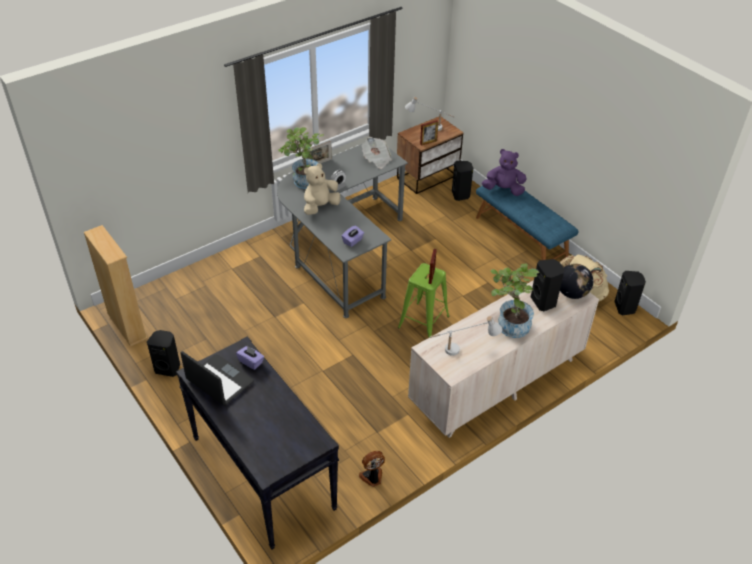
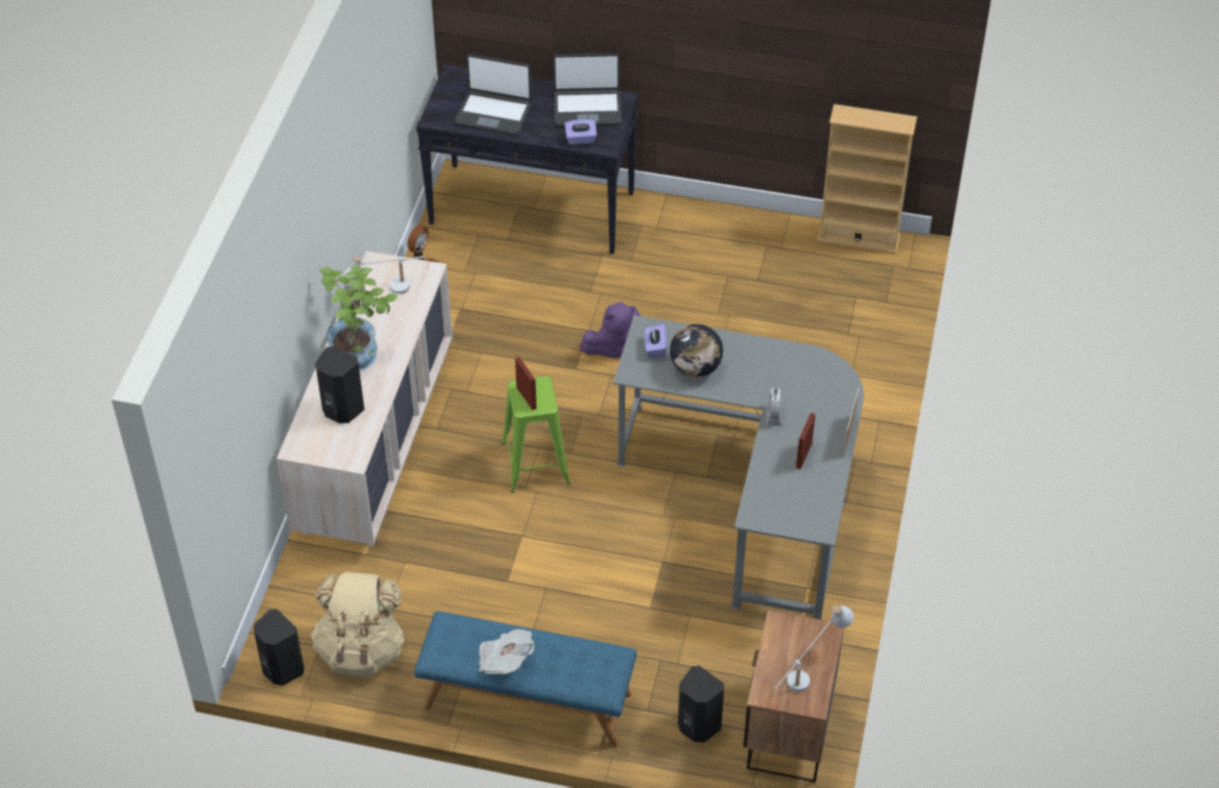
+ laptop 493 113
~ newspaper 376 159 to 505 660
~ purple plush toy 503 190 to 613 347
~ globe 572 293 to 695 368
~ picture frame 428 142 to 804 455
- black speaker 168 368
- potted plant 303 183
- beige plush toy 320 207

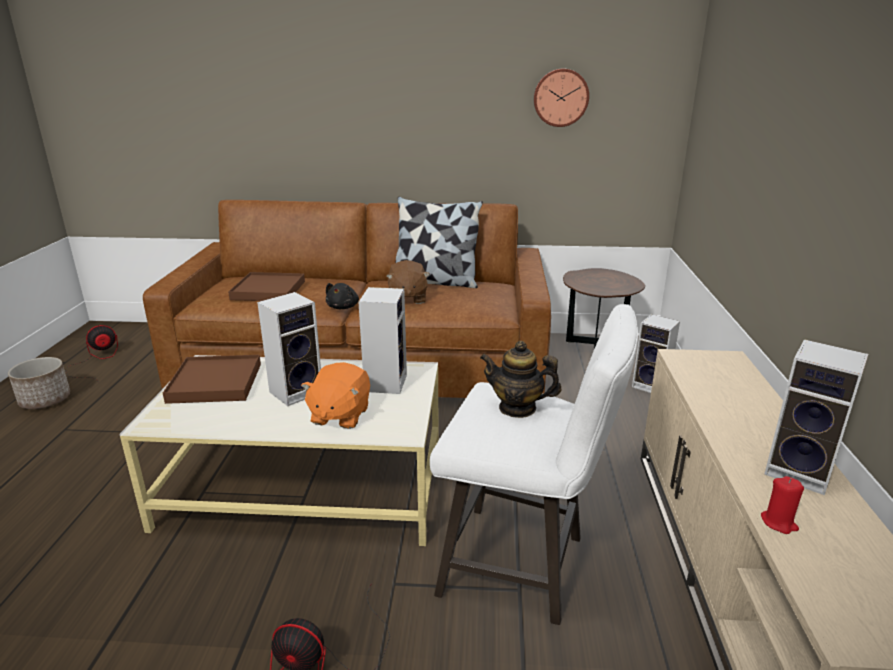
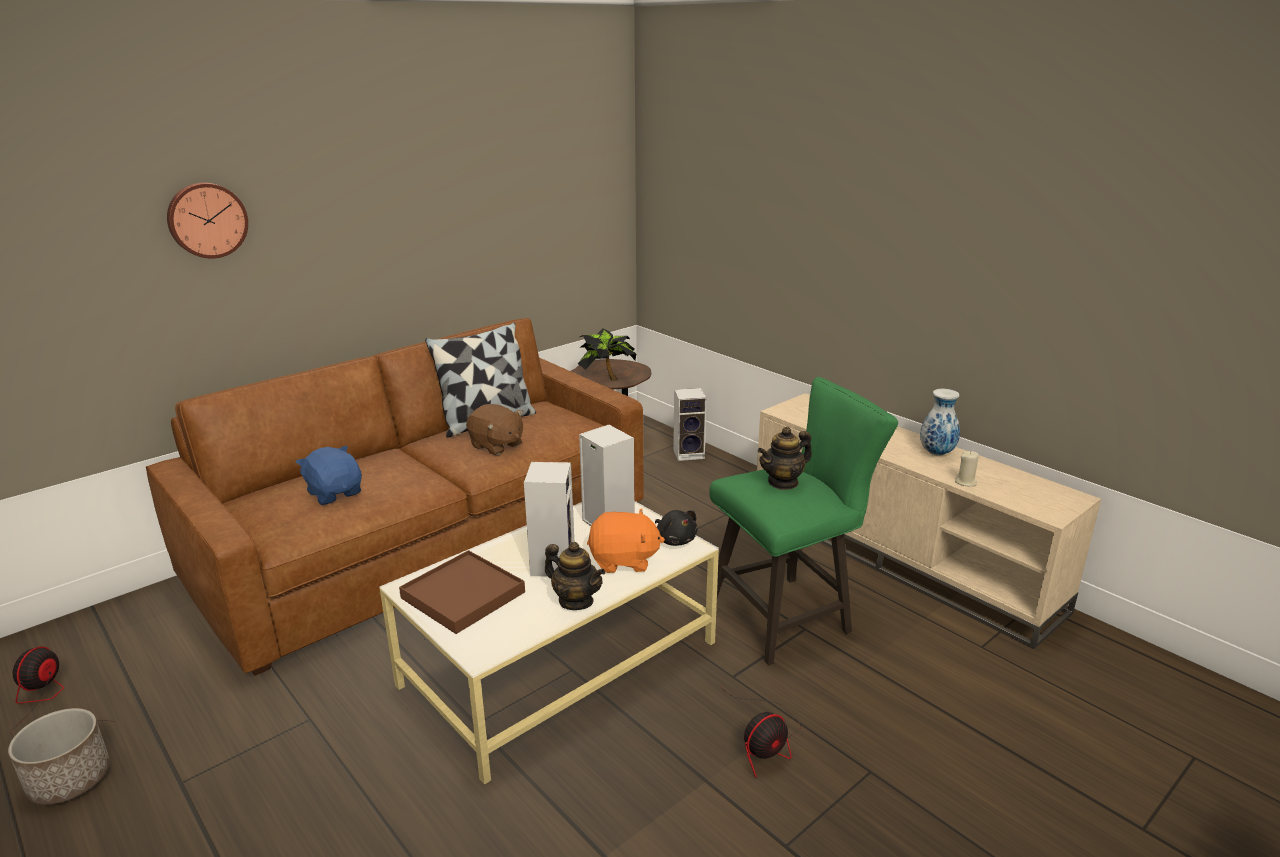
~ wall clock 560 97 to 207 220
~ brown tray 268 290 to blue plush toy 335 493
+ teapot 576 601
+ potted plant 607 378
~ orange plush toy 339 415 = 624 561 60 degrees counterclockwise
~ black plush toy 343 307 to 675 540
~ white stool 524 566 to green stool 788 614
~ speaker 801 472 to vase 936 452
~ red candle 779 523 to beige candle 965 482

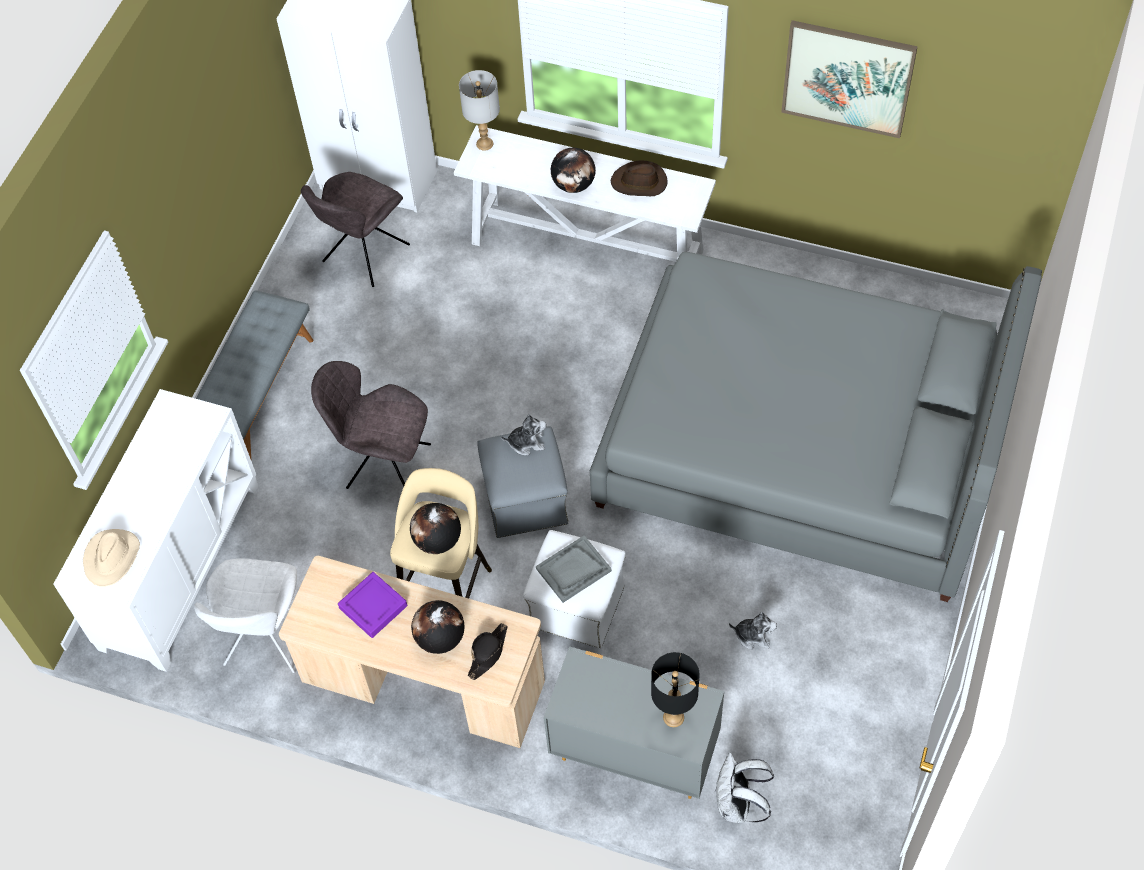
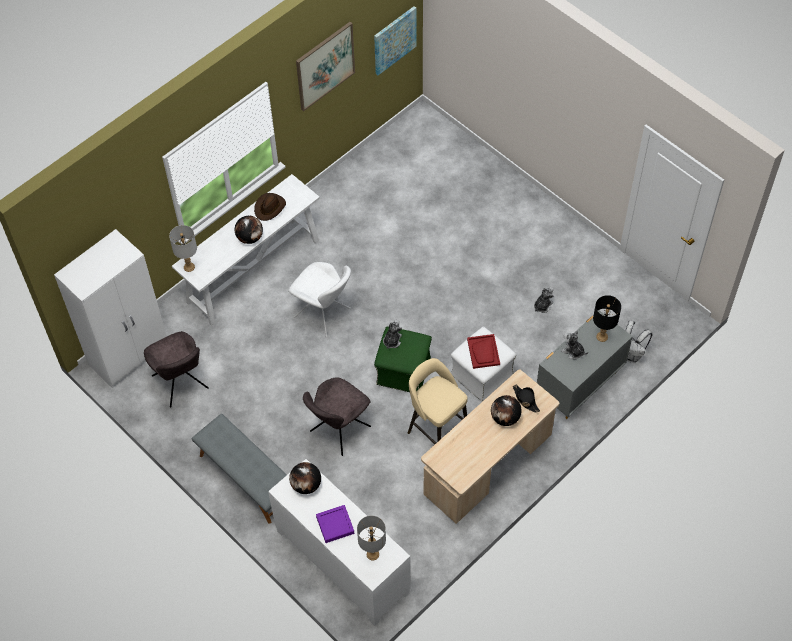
~ white chair 265 640 to 323 314
~ globe 437 541 to 306 485
~ purple tray 373 607 to 335 525
~ beige hat 112 558 to grey table lamp 372 554
+ picture 394 40
~ grey ottoman 525 499 to green ottoman 402 371
~ grey tray 573 570 to red tray 483 352
+ plush toy 573 351
- grey bed 801 447

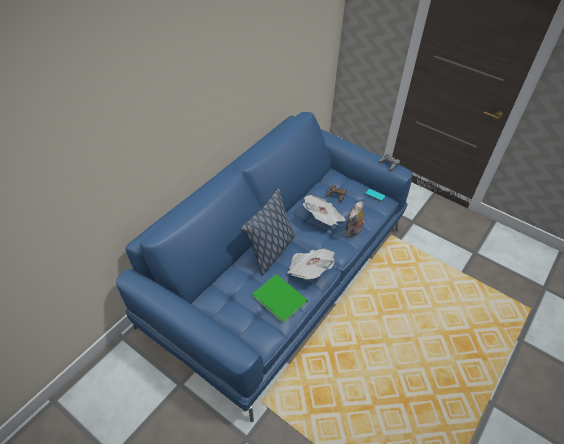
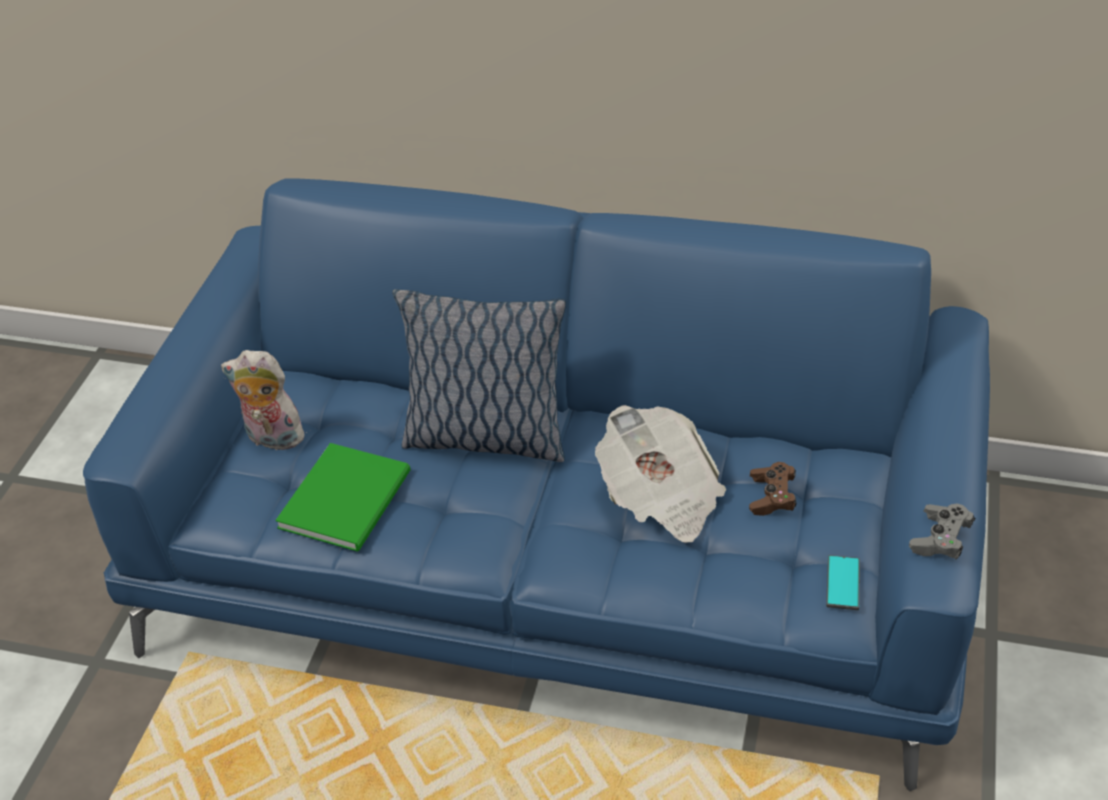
~ plush toy 353 233 to 271 439
- newspaper 309 270

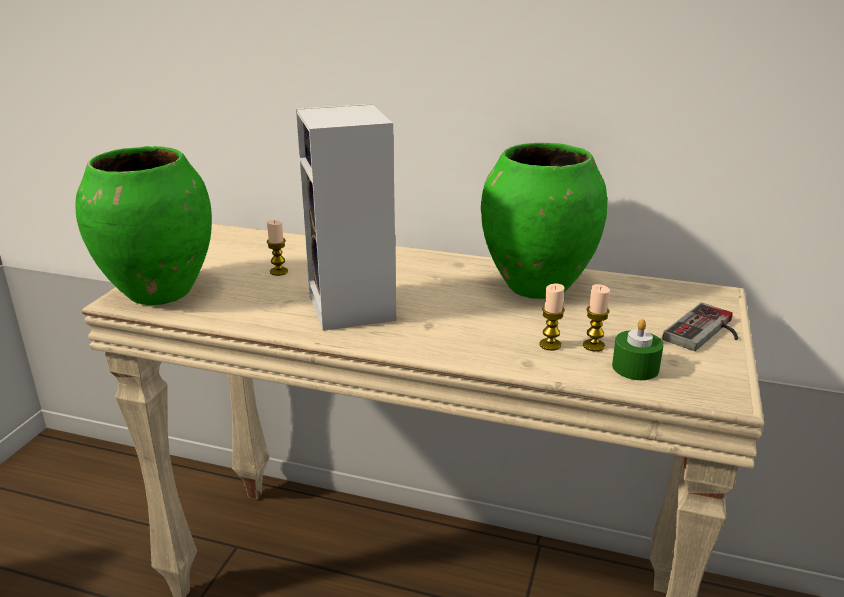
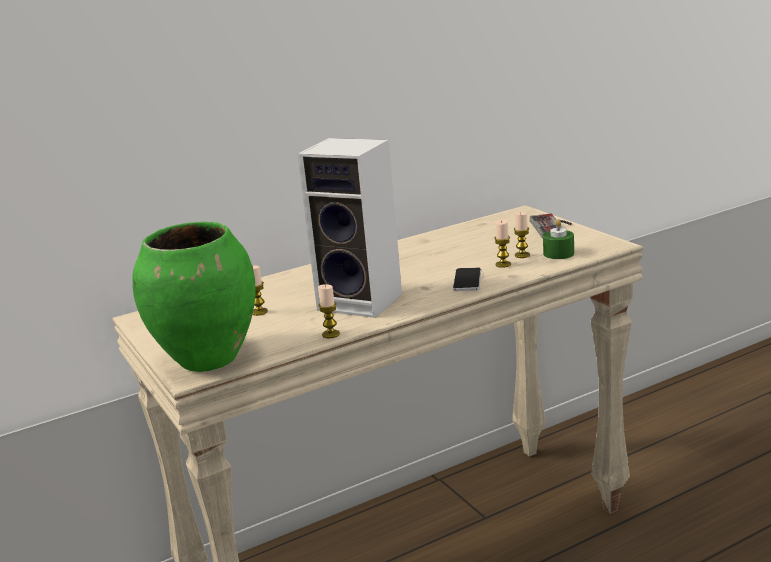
+ candle 331 334
+ phone 467 280
- green vase 536 287

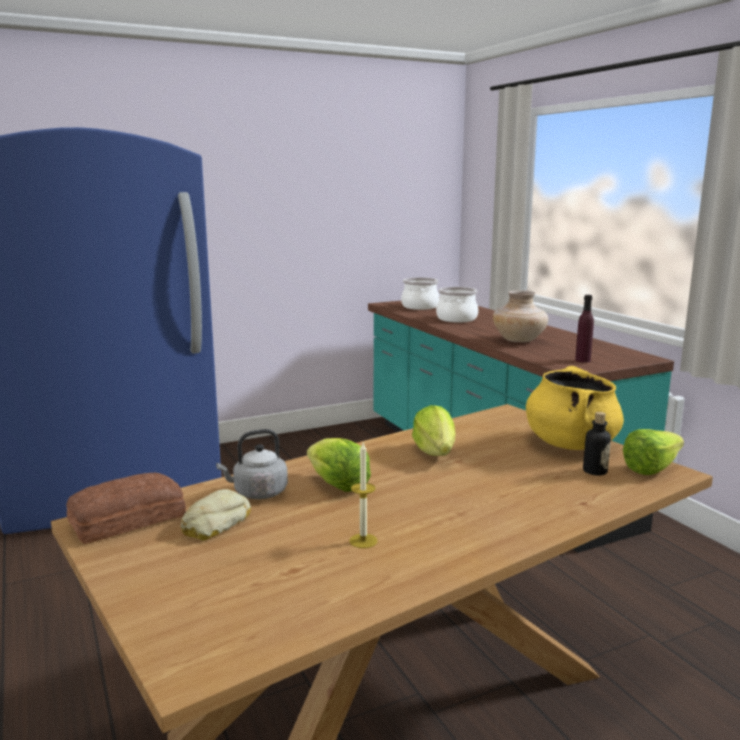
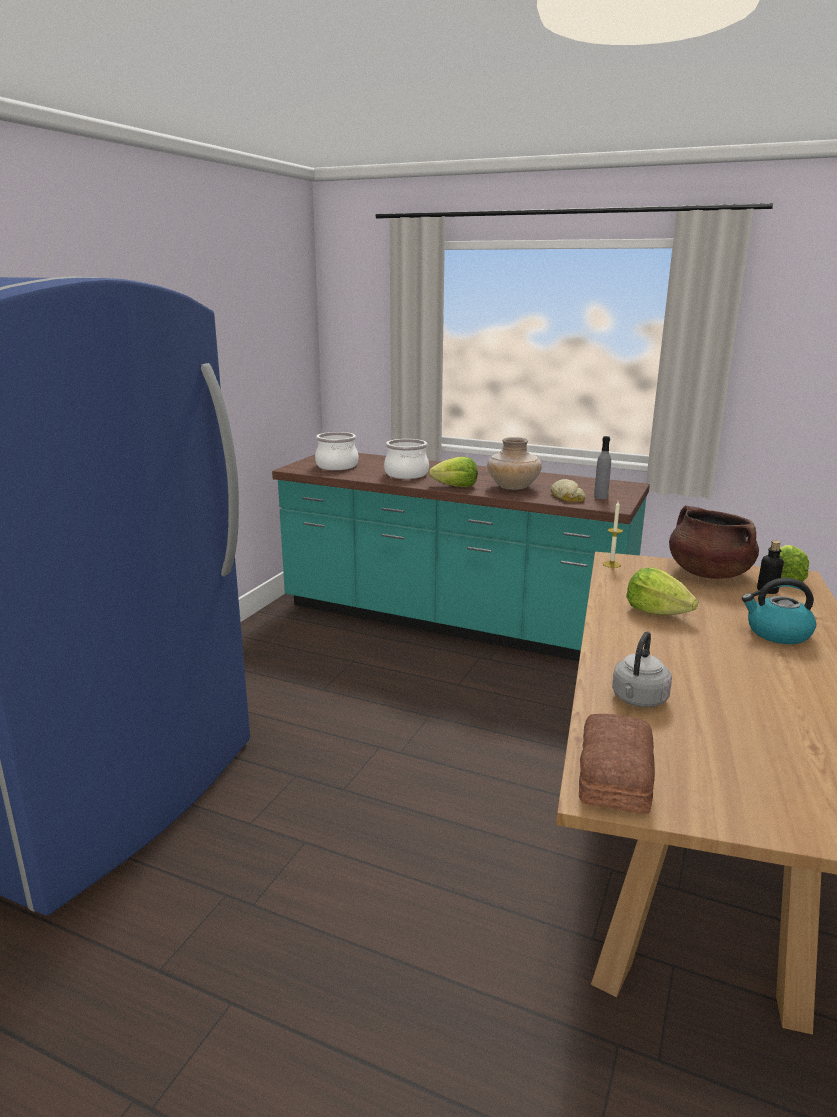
~ lettuce 337 485 to 456 486
~ bread 214 523 to 567 497
~ purple bottle 582 360 to grey bottle 600 497
~ candle 363 541 to 611 564
~ yellow cooking pot 570 443 to brown cooking pot 708 573
+ kettle 777 633

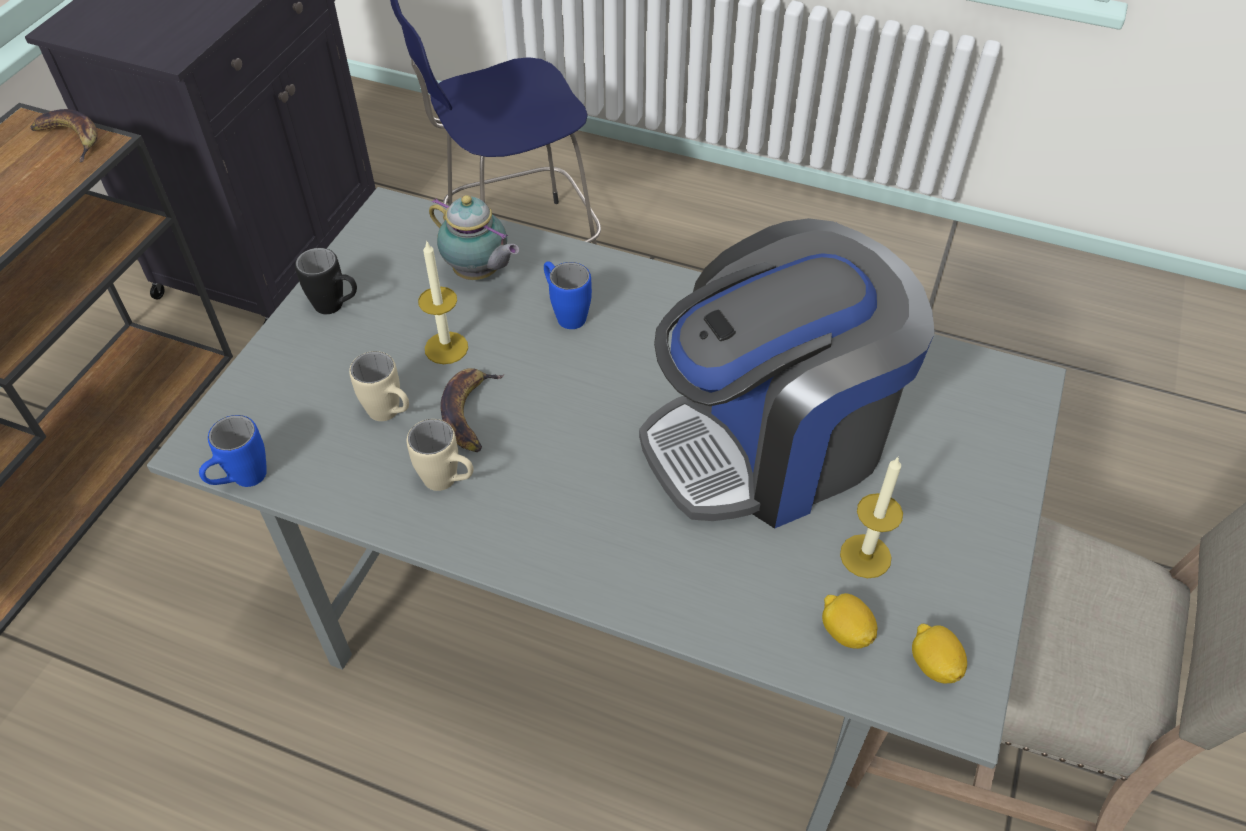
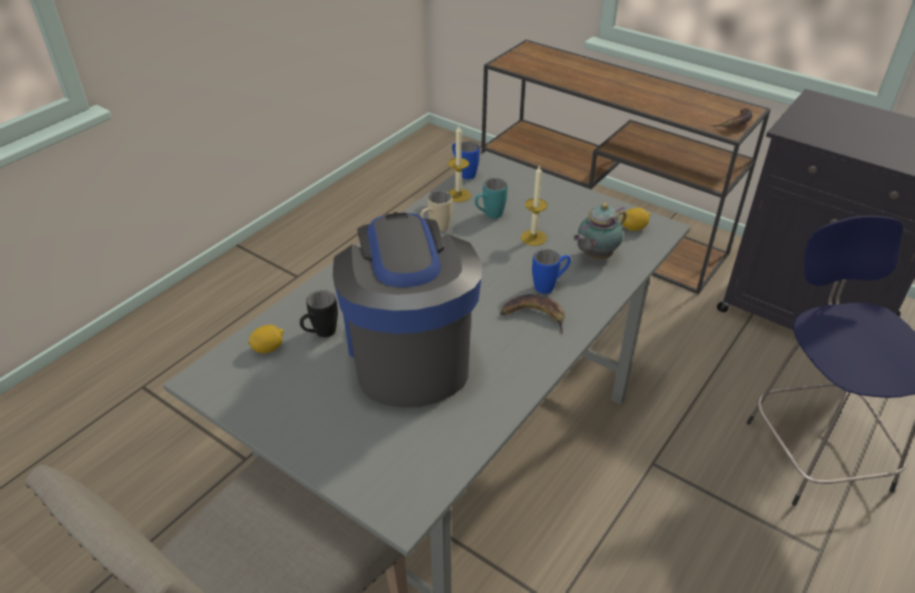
~ black mug 337 307 to 320 334
~ candle 865 556 to 458 195
~ beige mug 391 415 to turquoise mug 489 215
~ banana 470 412 to 534 316
~ lemon 933 664 to 634 228

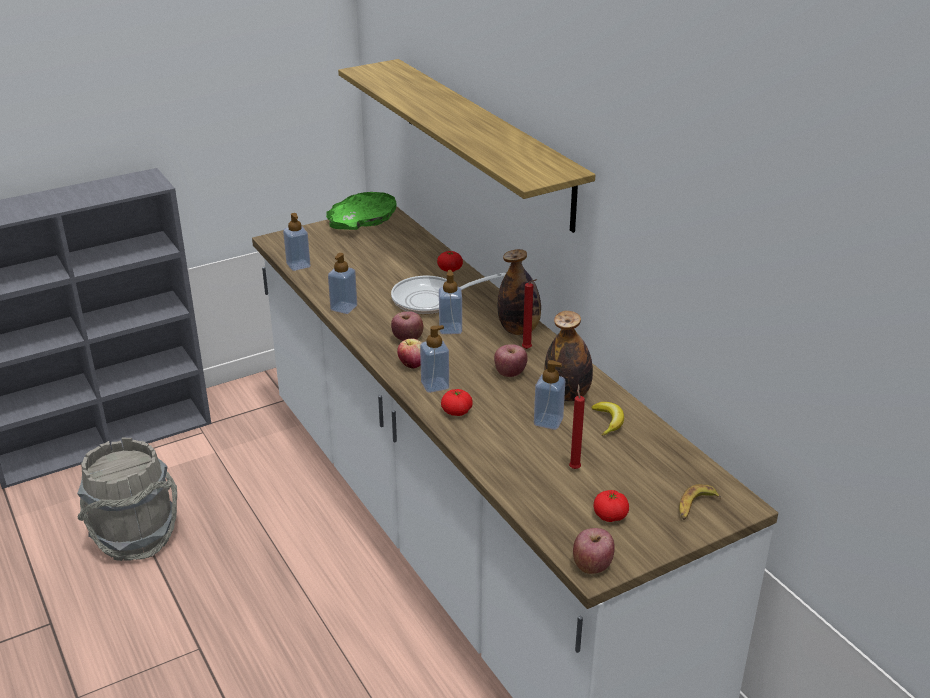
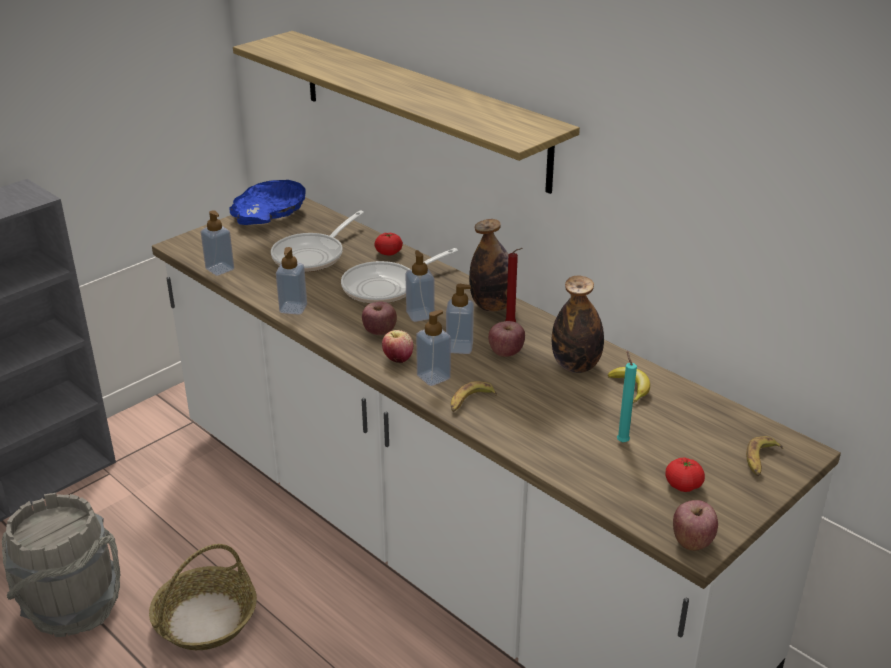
+ basket 205 620
~ green bowl 362 222 to blue bowl 269 214
+ frying pan 312 256
~ soap dispenser 548 421 to 459 347
~ tomato 456 411 to banana 470 402
~ red candle 574 467 to turquoise candle 621 441

